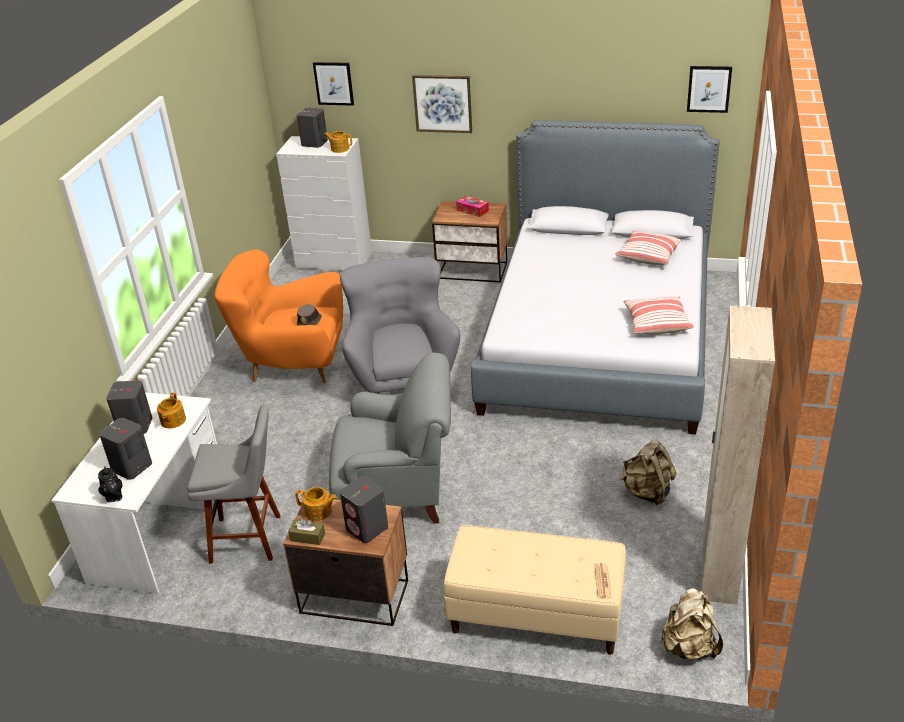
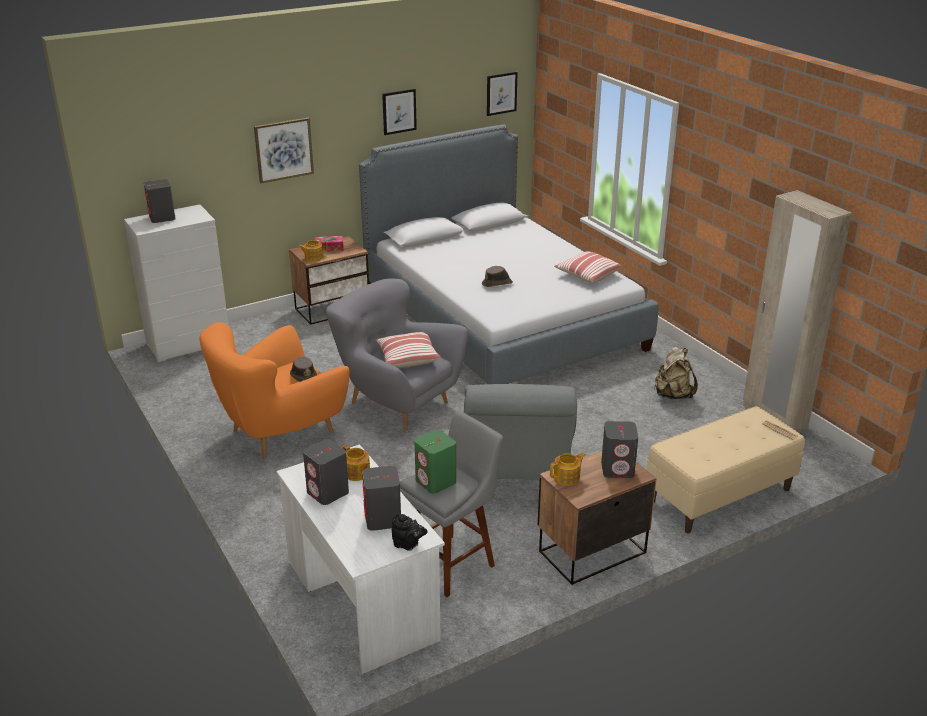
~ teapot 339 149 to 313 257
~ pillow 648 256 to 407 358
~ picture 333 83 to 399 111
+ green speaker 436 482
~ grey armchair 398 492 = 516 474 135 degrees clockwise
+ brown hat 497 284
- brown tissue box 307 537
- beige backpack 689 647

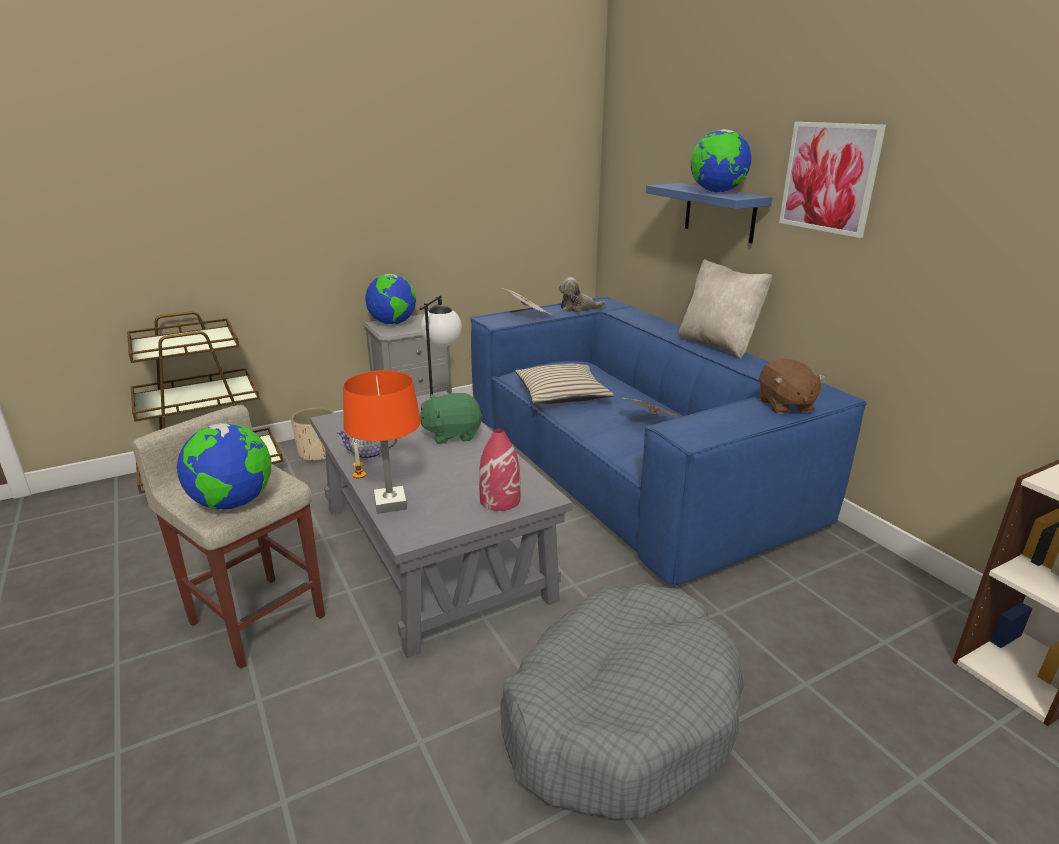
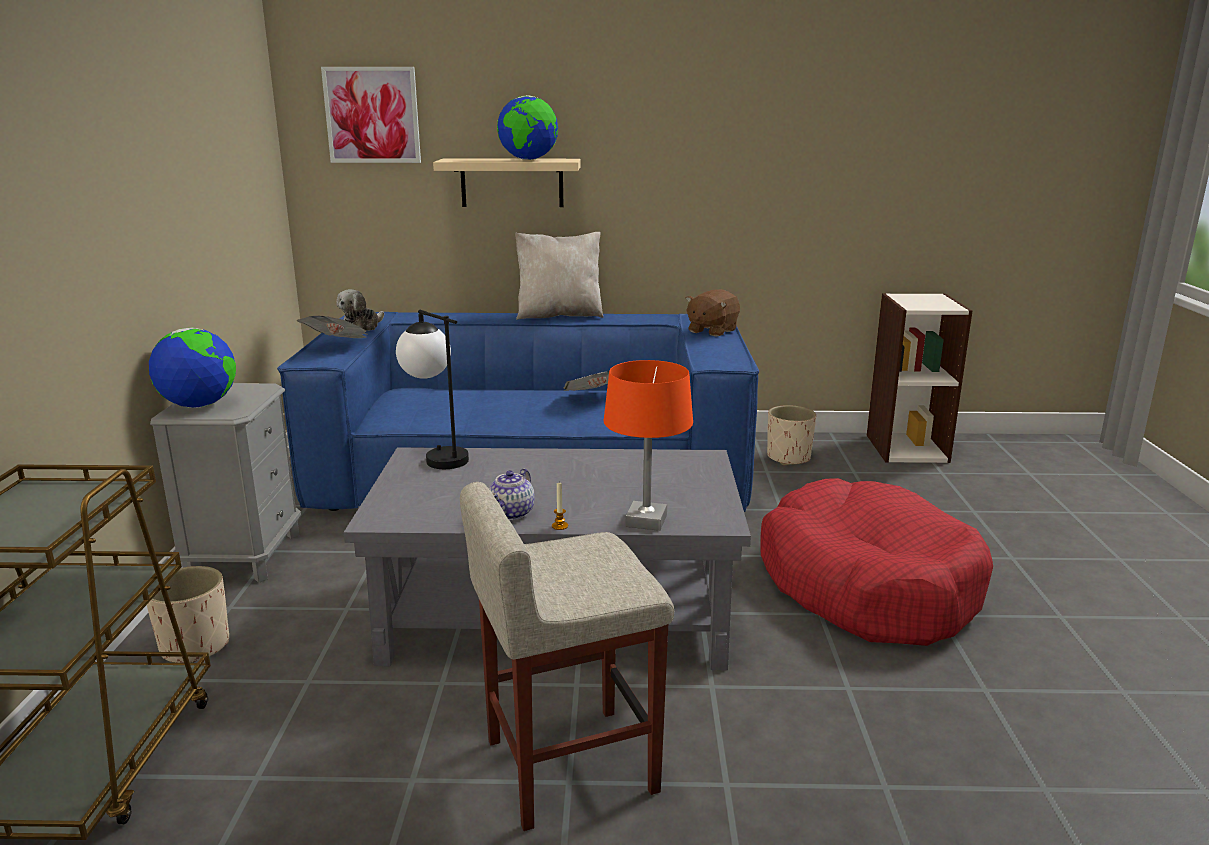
~ picture 829 178 to 372 115
~ blue shelf 719 212 to beige shelf 512 182
~ brown plush toy 785 405 = 711 331 105 degrees clockwise
~ grey dog bed 620 713 to red dog bed 867 585
+ beige planter 788 458
- globe 233 503
- green plush toy 452 434
- red vase 500 500
- beige pillow 562 394

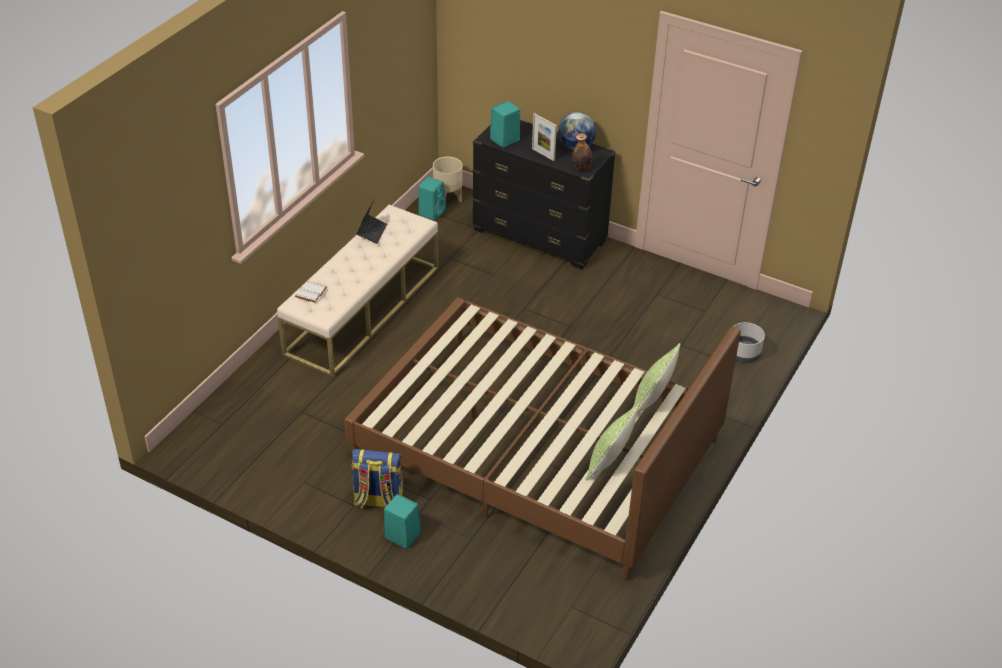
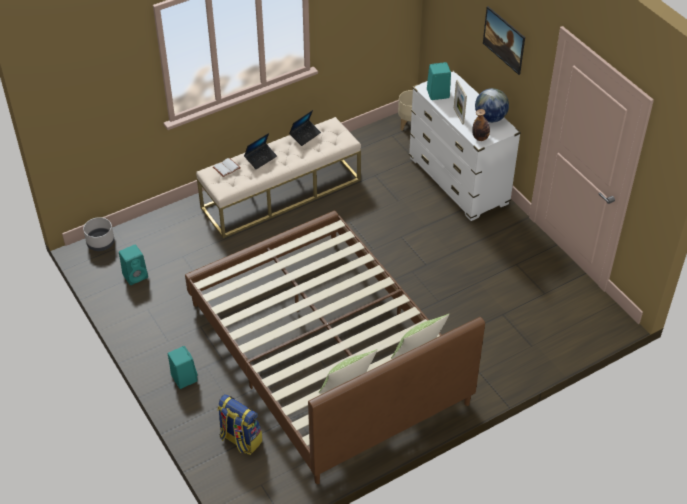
~ grey planter 743 353 to 100 242
~ turquoise speaker 432 212 to 136 275
~ backpack 378 500 to 240 439
+ laptop 260 158
~ black dresser 540 236 to white dresser 458 181
+ picture 502 49

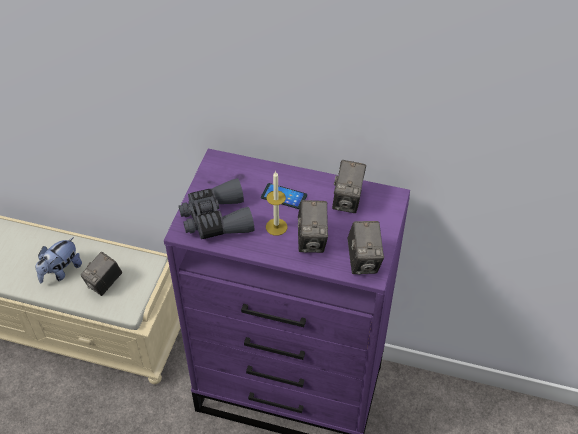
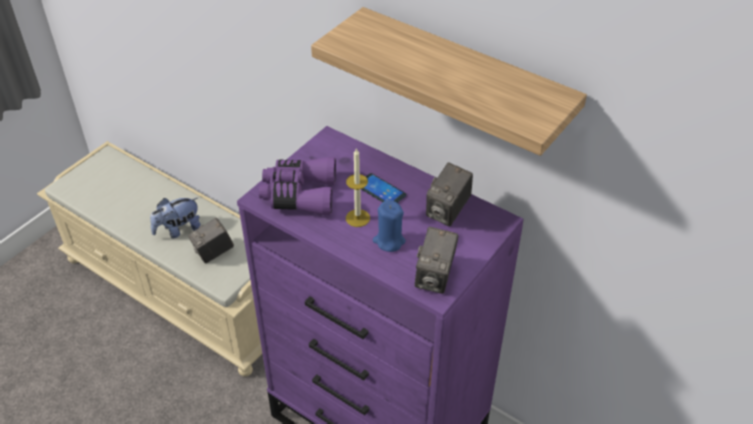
~ grey binoculars 216 219 to purple binoculars 299 194
+ shelf 464 82
~ photo camera 312 240 to blue candle 389 241

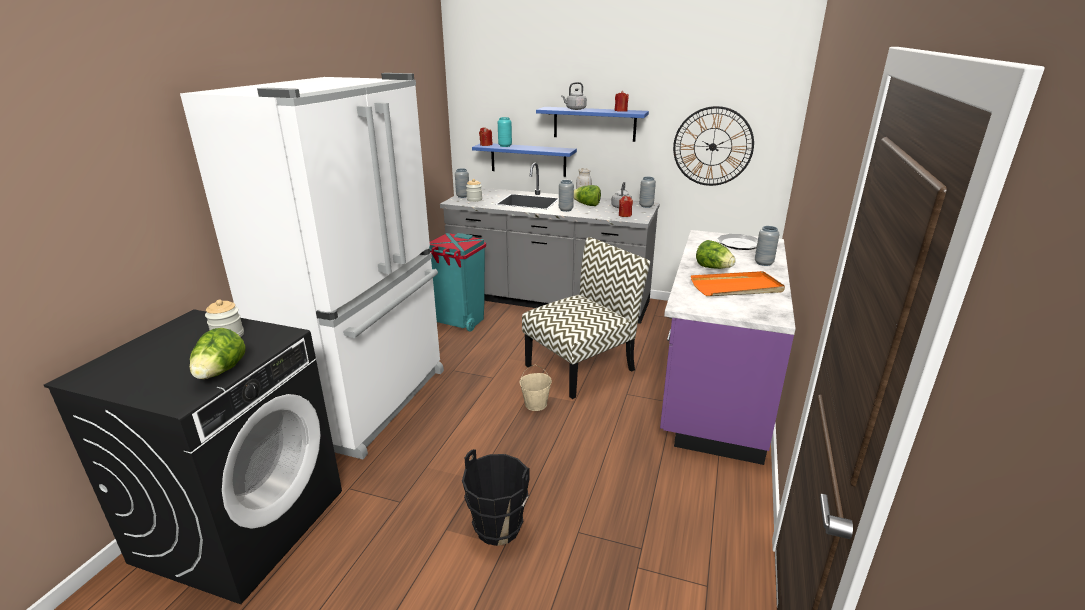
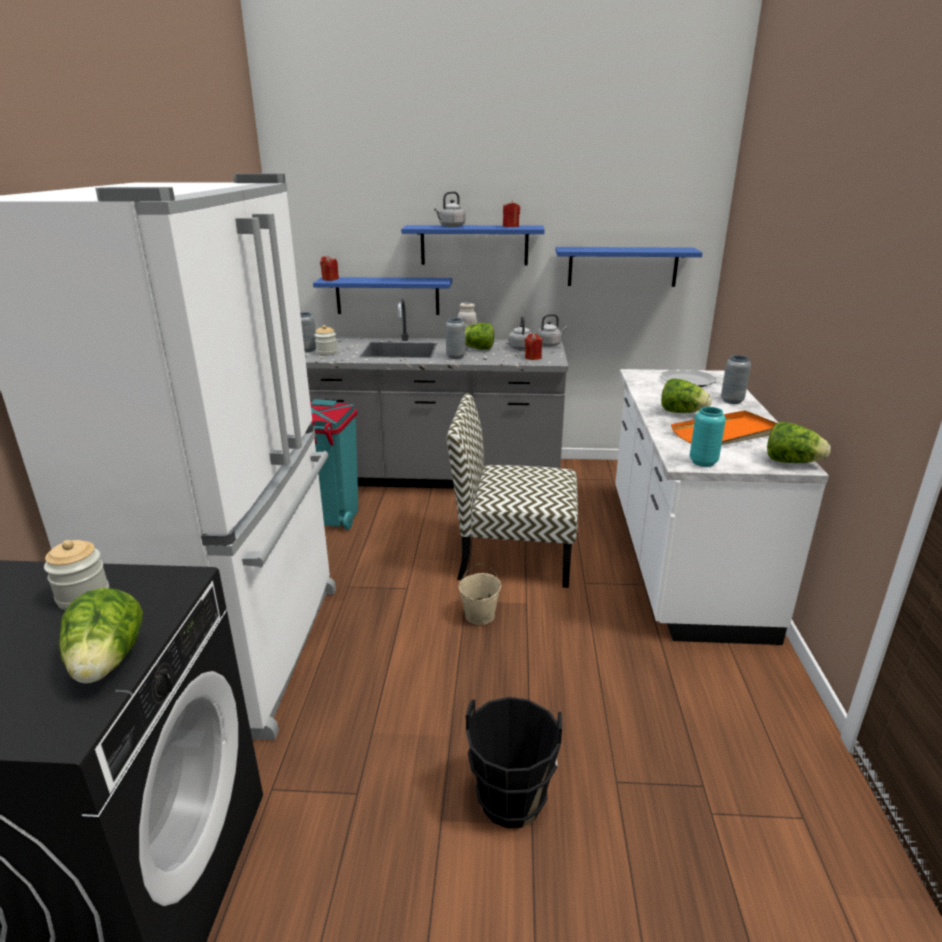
~ chair 581 367 = 512 556 120 degrees counterclockwise
~ grey vase 646 206 to grey kettle 549 344
~ wall clock 712 146 to blue shelf 622 266
~ purple counter 714 388 to white counter 681 559
~ turquoise vase 505 146 to 703 462
+ lettuce 791 462

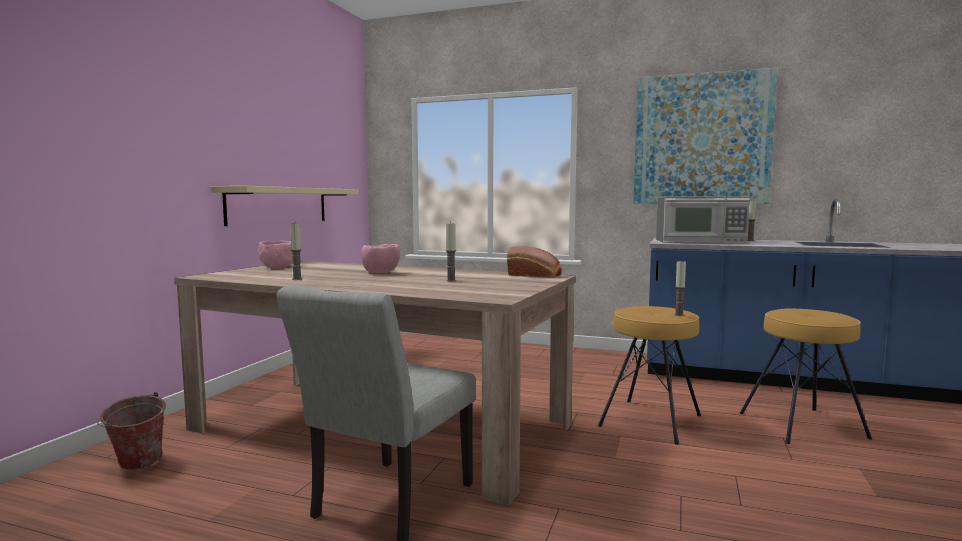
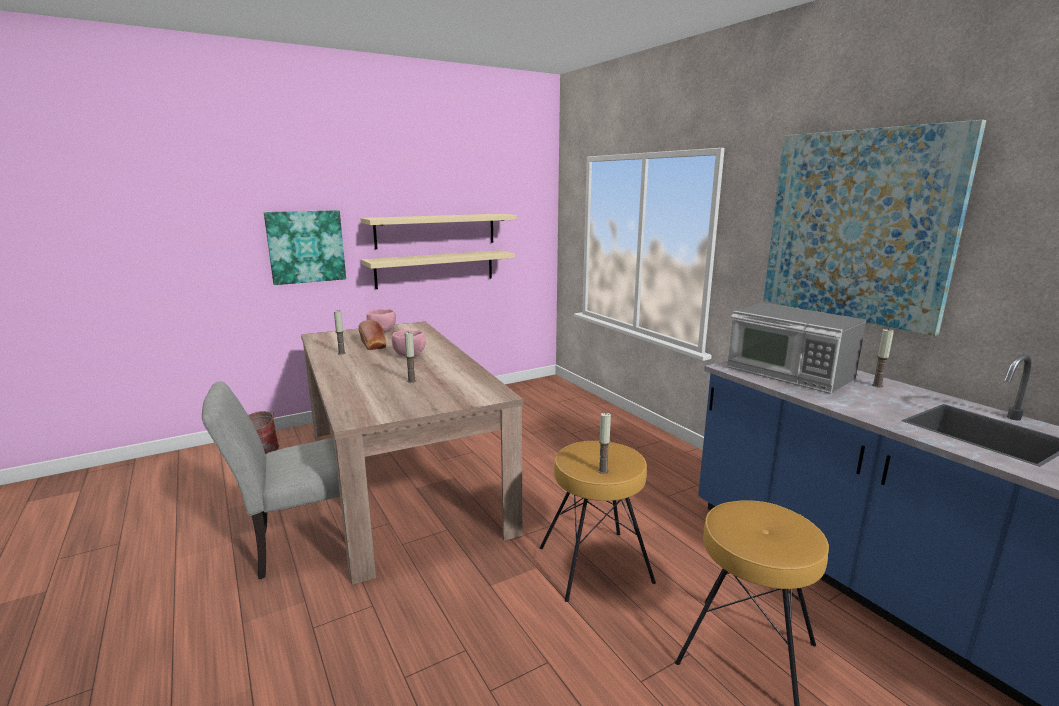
+ picture 306 246
~ bread 535 275 to 373 345
+ beige shelf 436 230

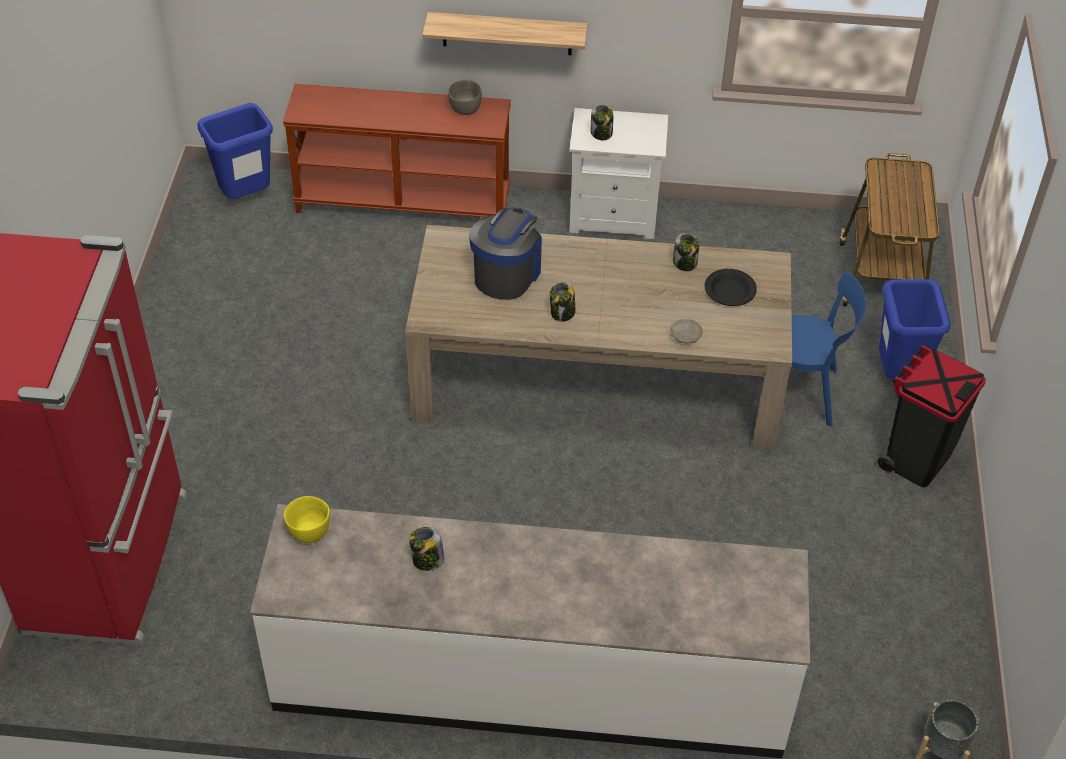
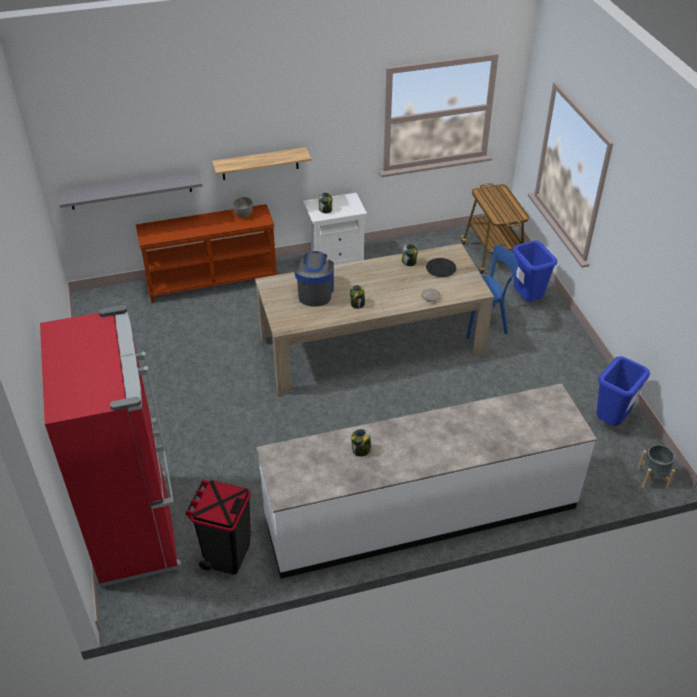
+ grey shelf 131 190
~ black trash can 916 459 to 227 554
~ blue trash can 245 197 to 610 422
- yellow bowl 308 531

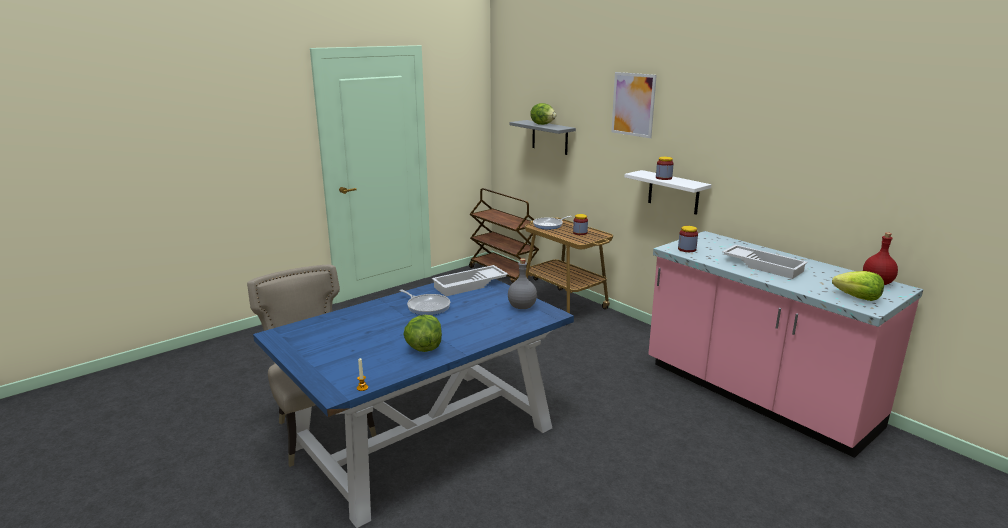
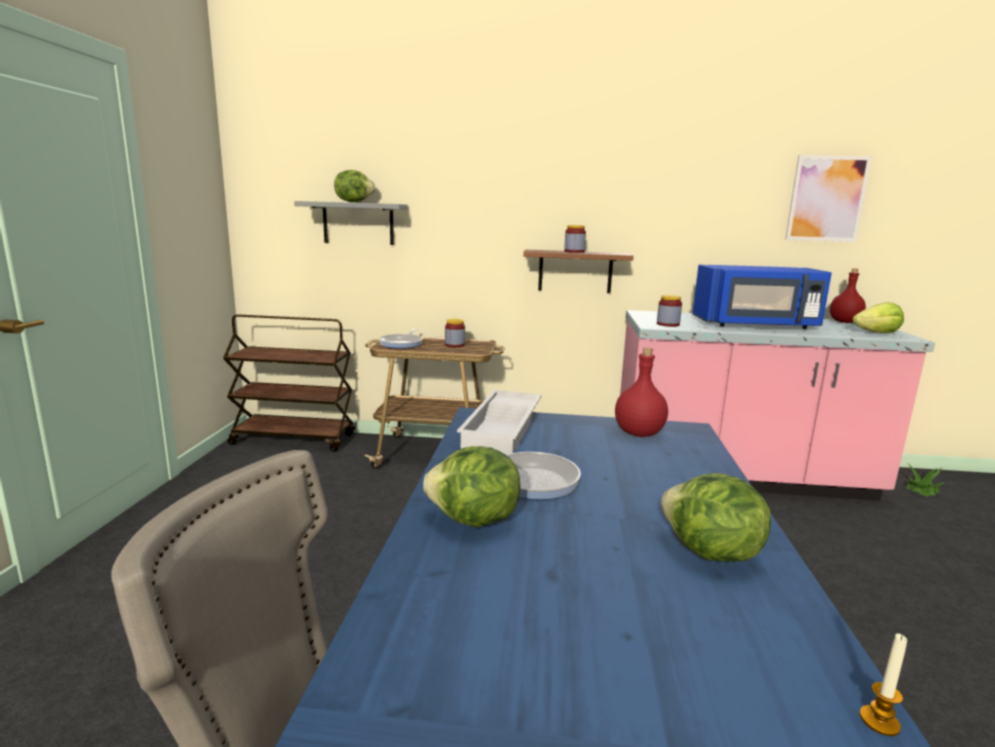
+ lettuce 474 521
~ white shelf 673 192 to brown shelf 575 271
~ grey bottle 521 307 to red bottle 639 433
~ white tray 763 266 to blue microwave 756 325
~ picture 633 104 to 827 199
+ potted plant 923 489

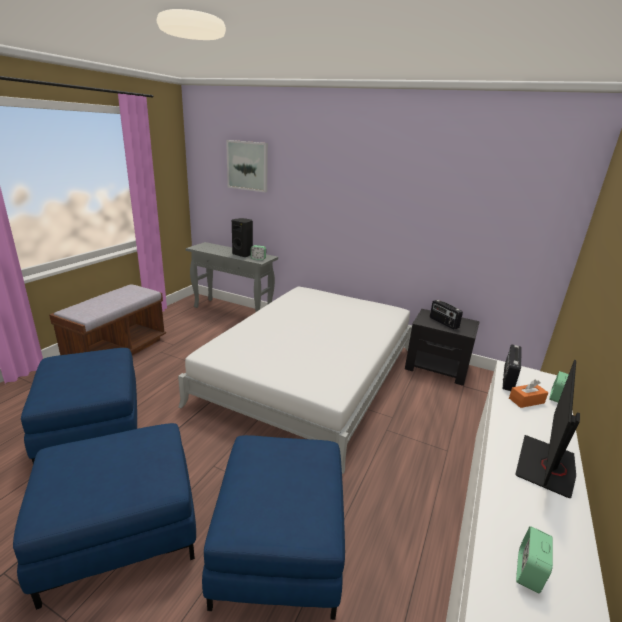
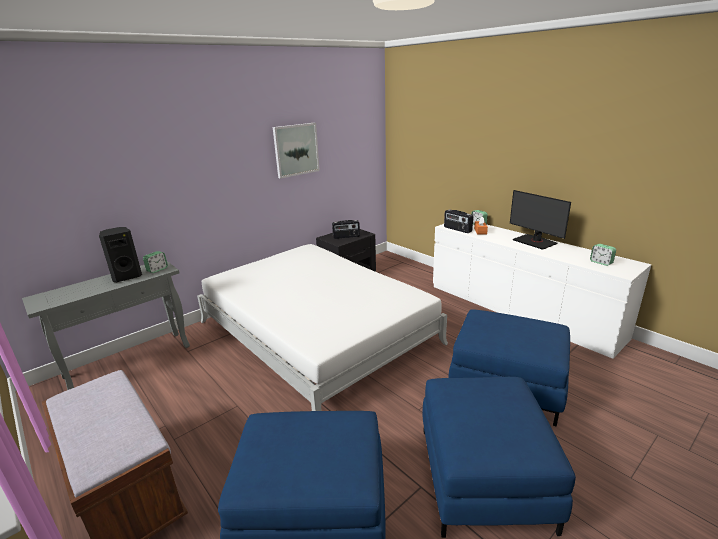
~ picture 247 166 to 296 150

